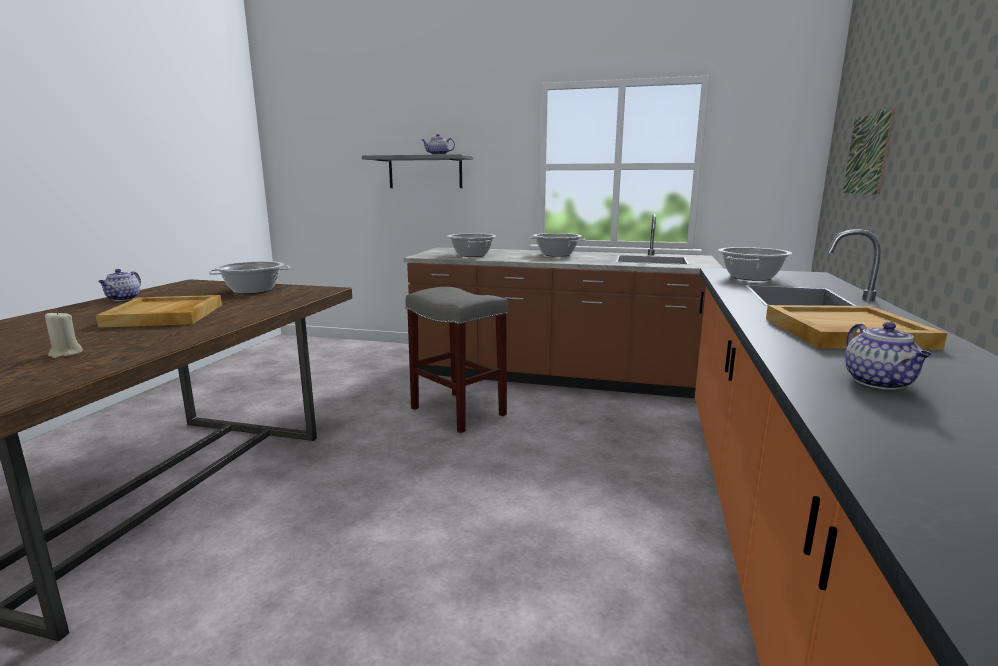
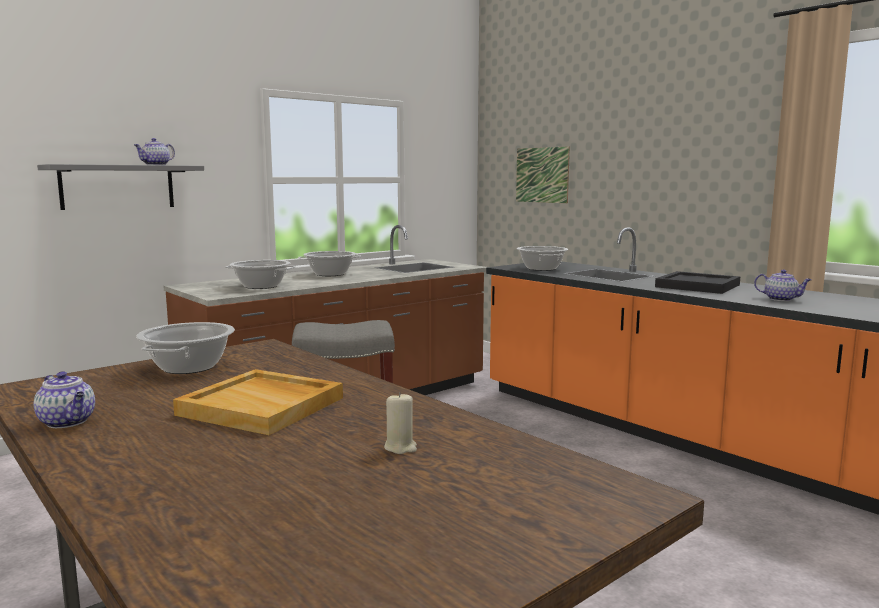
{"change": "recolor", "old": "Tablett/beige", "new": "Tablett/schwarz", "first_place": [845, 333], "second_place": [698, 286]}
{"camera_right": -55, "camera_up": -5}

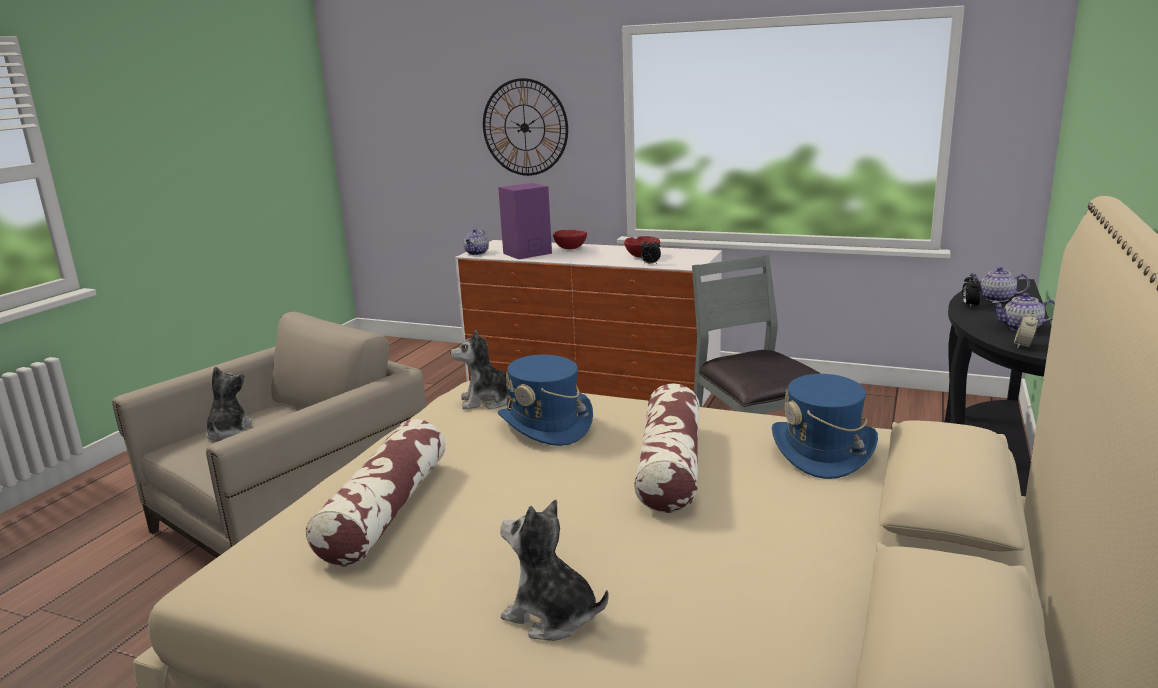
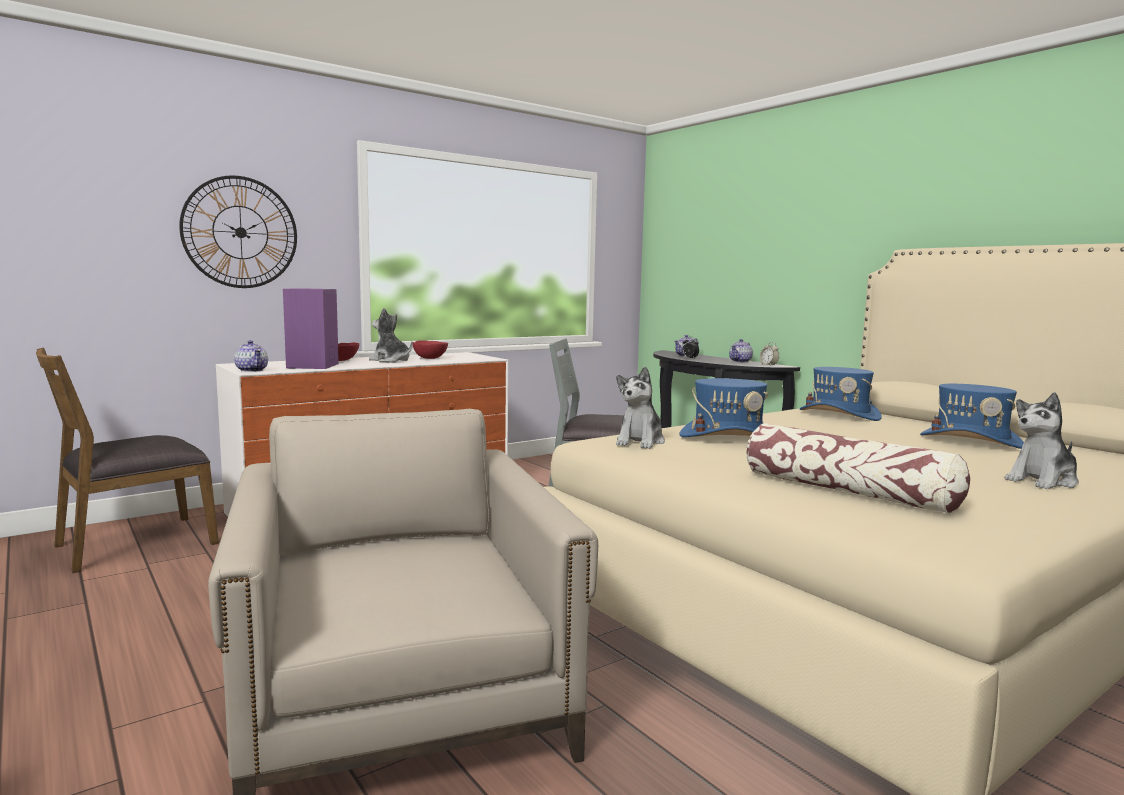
{"change": "move", "old": "Plüschtier", "first_place": [229, 432], "second_place": [390, 361]}
{"change": "delete", "old": "Kissen", "first_place": [670, 466]}
{"change": "delete", "old": "Wecker", "first_place": [650, 264]}
{"change": "insert", "new": "Stuhl/braun", "second_place": [135, 544]}
{"change": "insert", "new": "Hut/blau", "second_place": [971, 441]}
{"camera_right": -60, "camera_up": -10}

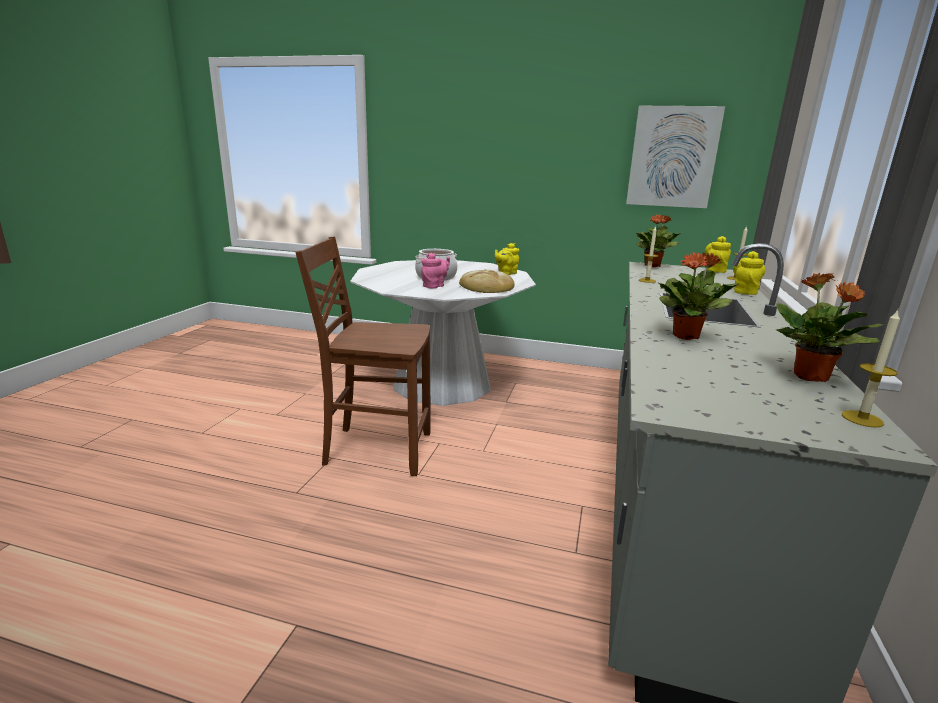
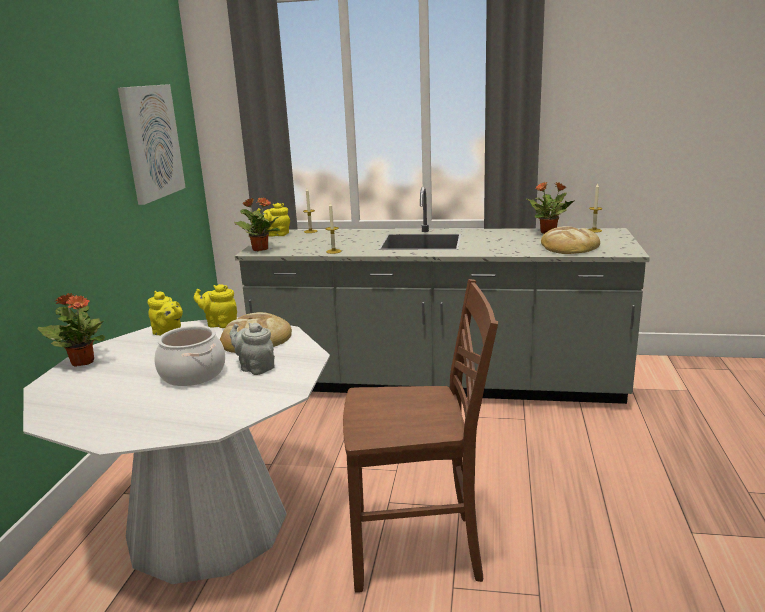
{"change": "rotate", "old": "Stuhl/braun", "first_place": [376, 449], "second_place": [418, 550], "degrees": -90}
{"change": "recolor", "old": "Teekanne/rosa", "new": "Teekanne/grau", "first_place": [435, 286], "second_place": [255, 368]}
{"change": "move", "old": "Topfpflanze", "first_place": [686, 336], "second_place": [82, 362]}
{"change": "move", "old": "Teekanne/gelb", "first_place": [745, 291], "second_place": [220, 324]}
{"change": "insert", "new": "Brot", "second_place": [569, 246]}
{"camera_right": -95, "camera_up": 0}

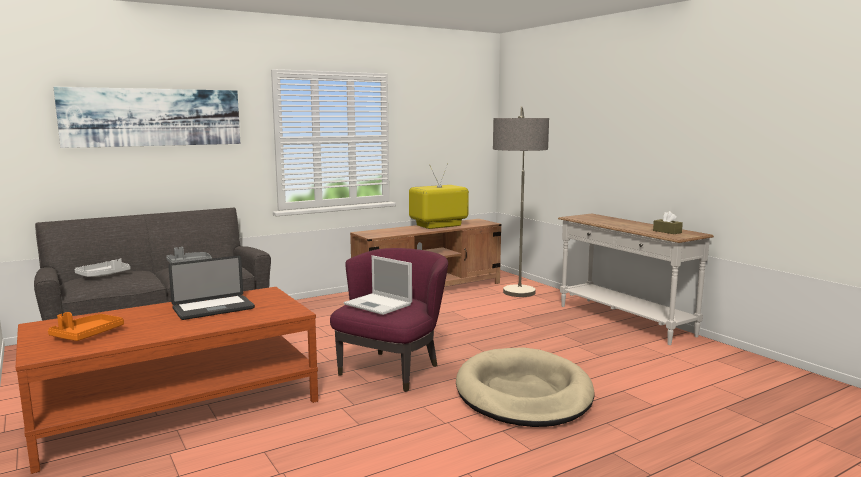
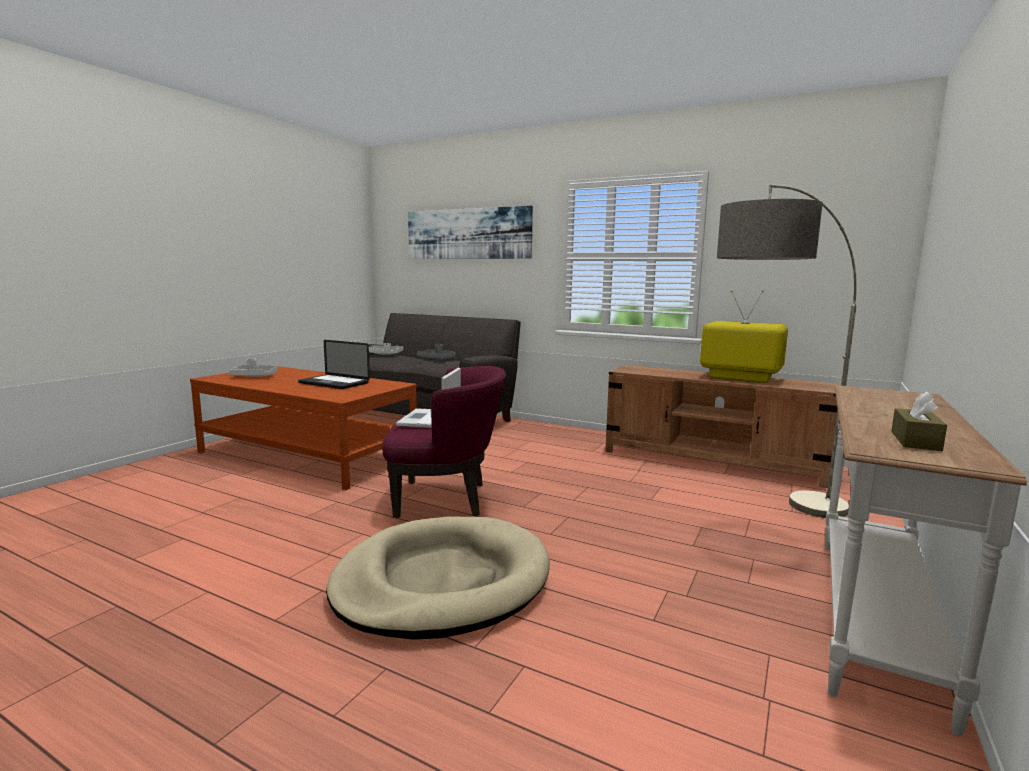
{"change": "recolor", "old": "Tablett/orange", "new": "Tablett/grau", "first_place": [87, 335], "second_place": [255, 376]}
{"camera_right": 60, "camera_up": 0}

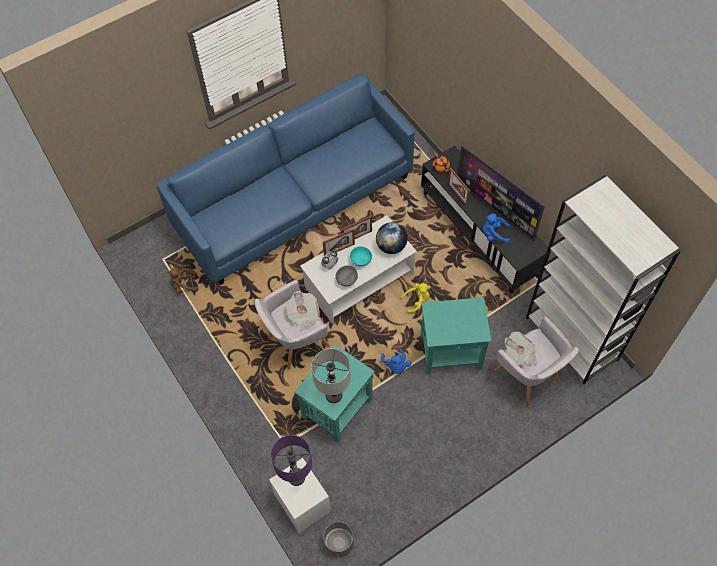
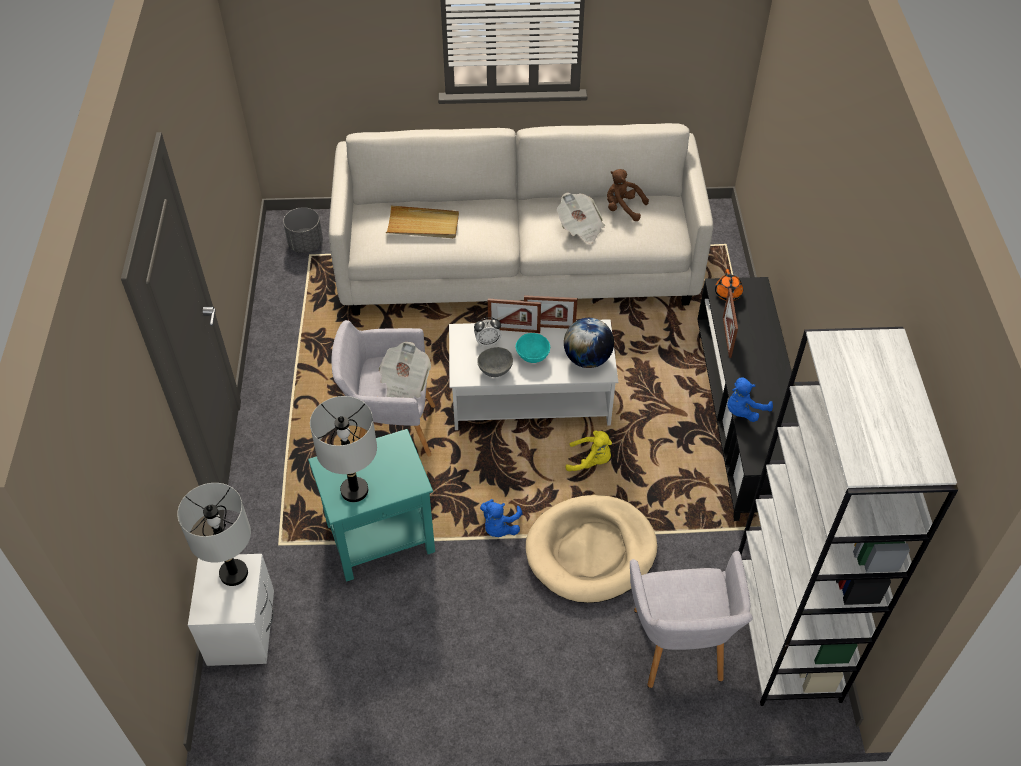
{"change": "recolor", "old": "Sofa/blau", "new": "Sofa/weiß", "first_place": [293, 201], "second_place": [518, 265]}
{"change": "move", "old": "Plüschtier/braun", "first_place": [183, 285], "second_place": [622, 208]}
{"change": "recolor", "old": "Tischlampe/lila", "new": "Tischlampe/grau", "first_place": [296, 477], "second_place": [233, 573]}
{"change": "move", "old": "Pflanzkübel/grau", "first_place": [339, 543], "second_place": [305, 244]}
{"change": "replace", "old": "Beistelltisch/türkis", "new": "Hundebett/beige", "first_place": [451, 352], "second_place": [591, 551]}
{"change": "delete", "old": "Fernseher", "first_place": [495, 210]}
{"change": "rotate", "old": "Plüschtier/blau", "first_place": [494, 234], "second_place": [743, 411], "degrees": -75}
{"change": "move", "old": "Zeitung", "first_place": [520, 354], "second_place": [580, 227]}
{"change": "insert", "new": "Tablett/beige", "second_place": [423, 225]}
{"camera_right": 30, "camera_up": -10}

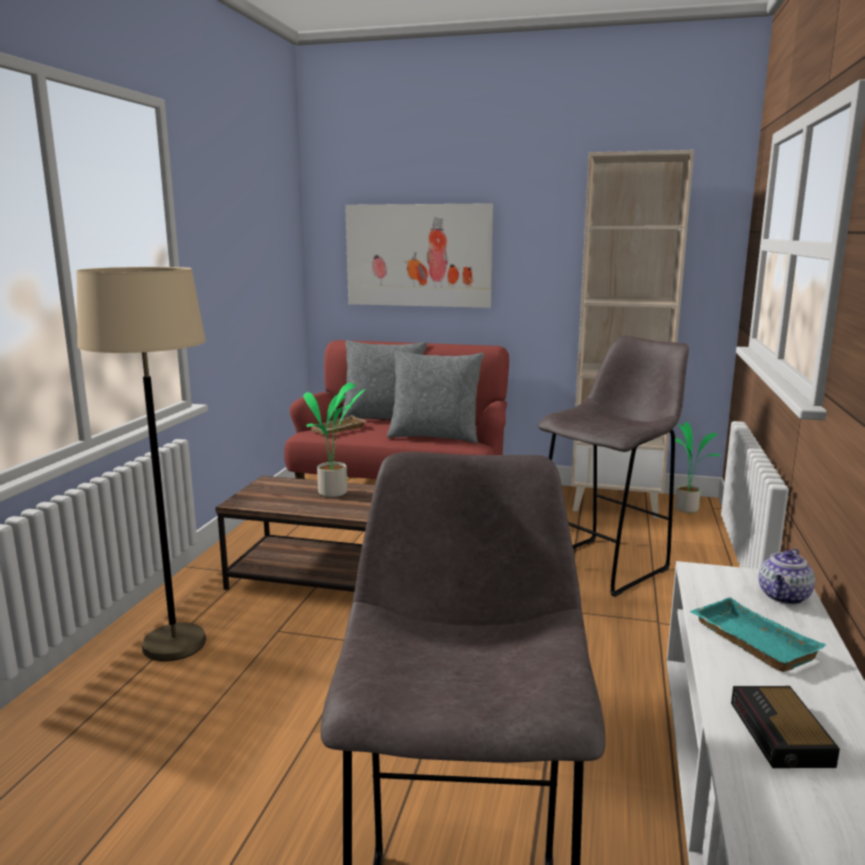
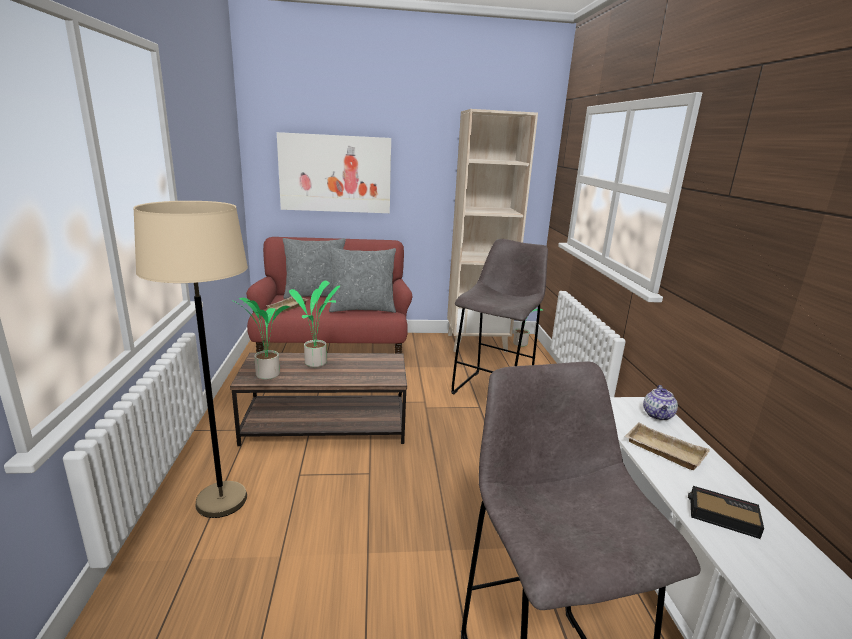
{"change": "recolor", "old": "Tablett/türkis", "new": "Tablett/beige", "first_place": [749, 641], "second_place": [662, 451]}
{"change": "rotate", "old": "Wecker", "first_place": [781, 735], "second_place": [721, 515], "degrees": 135}
{"change": "insert", "new": "Topfpflanze", "second_place": [266, 375]}
{"camera_right": -20, "camera_up": 5}

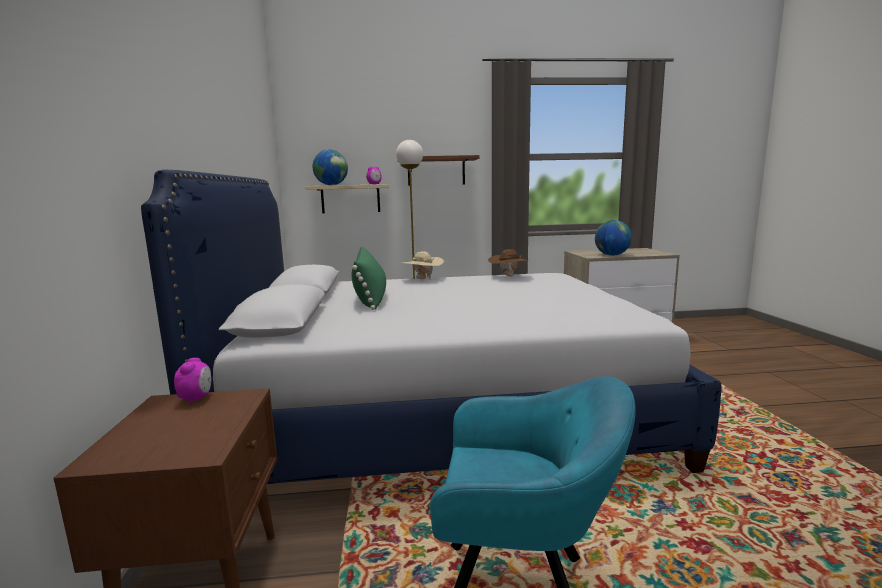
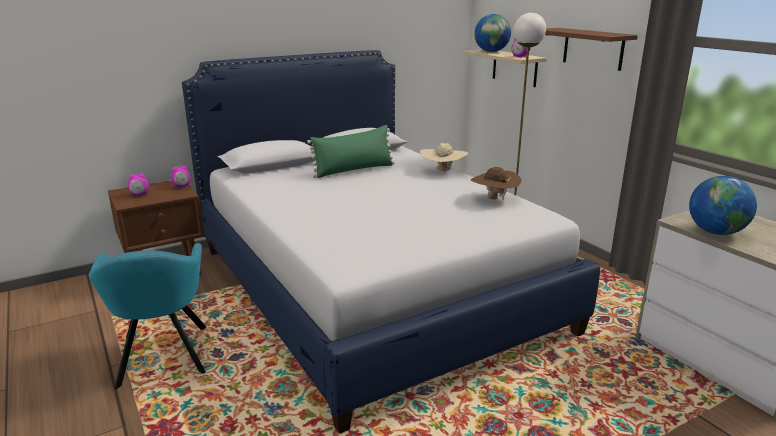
{"change": "insert", "new": "Wecker", "second_place": [140, 195]}
{"camera_right": 65, "camera_up": 10}

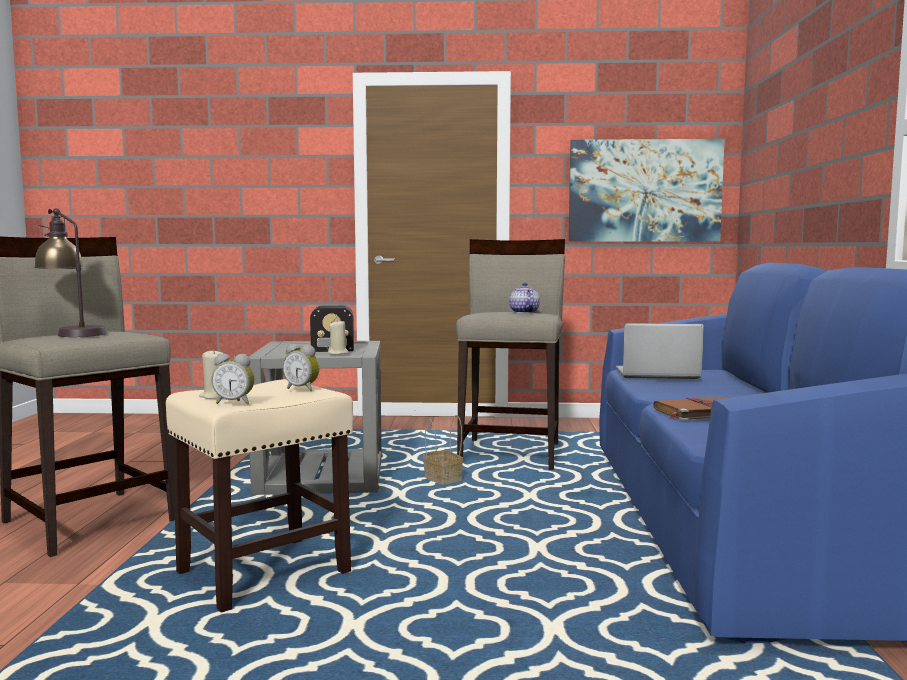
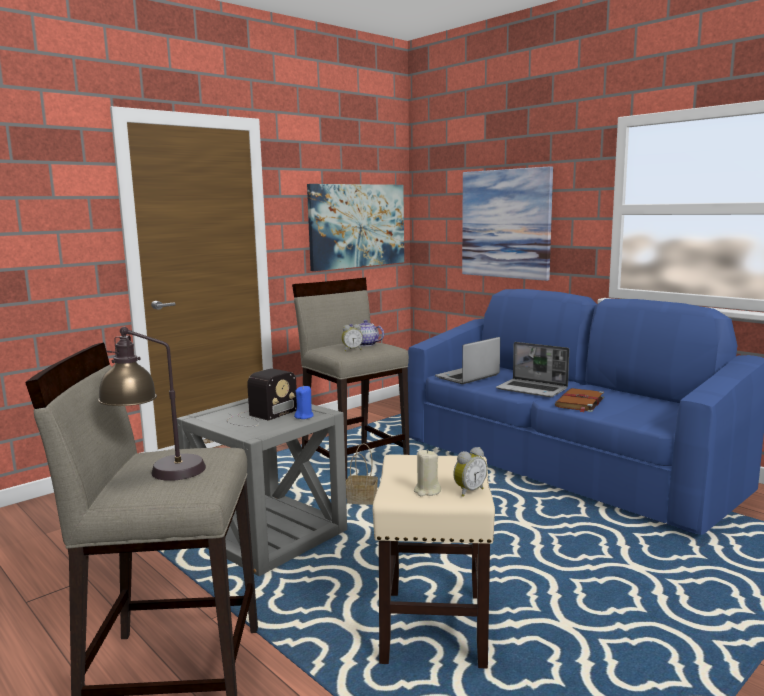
{"change": "move", "old": "Wecker", "first_place": [303, 389], "second_place": [352, 349]}
{"change": "recolor", "old": "Kerze/beige", "new": "Kerze/blau", "first_place": [338, 353], "second_place": [304, 416]}
{"change": "insert", "new": "Bild", "second_place": [506, 224]}
{"change": "insert", "new": "Laptop", "second_place": [532, 389]}
{"camera_right": -45, "camera_up": 5}

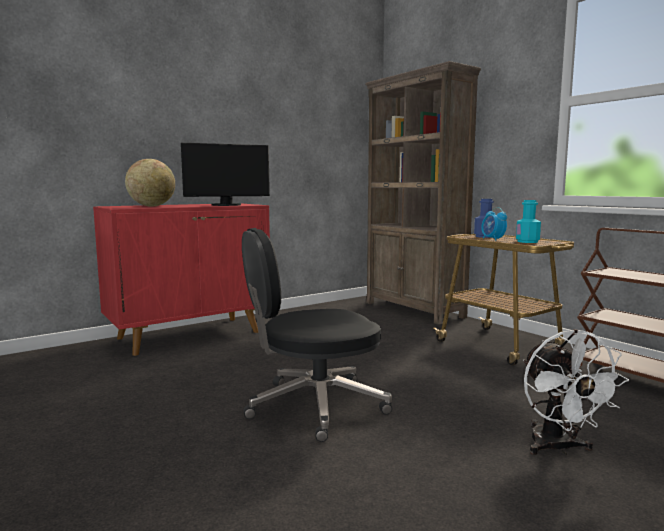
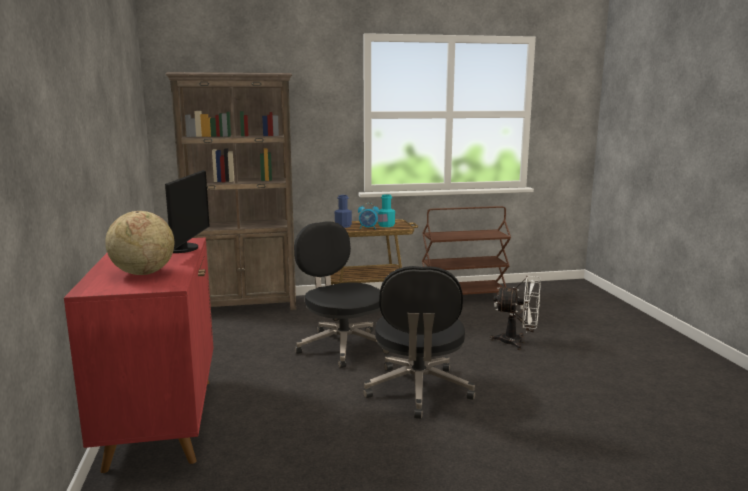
{"change": "insert", "new": "Bürostuhl/schwarz", "second_place": [342, 346]}
{"camera_right": -65, "camera_up": 5}

